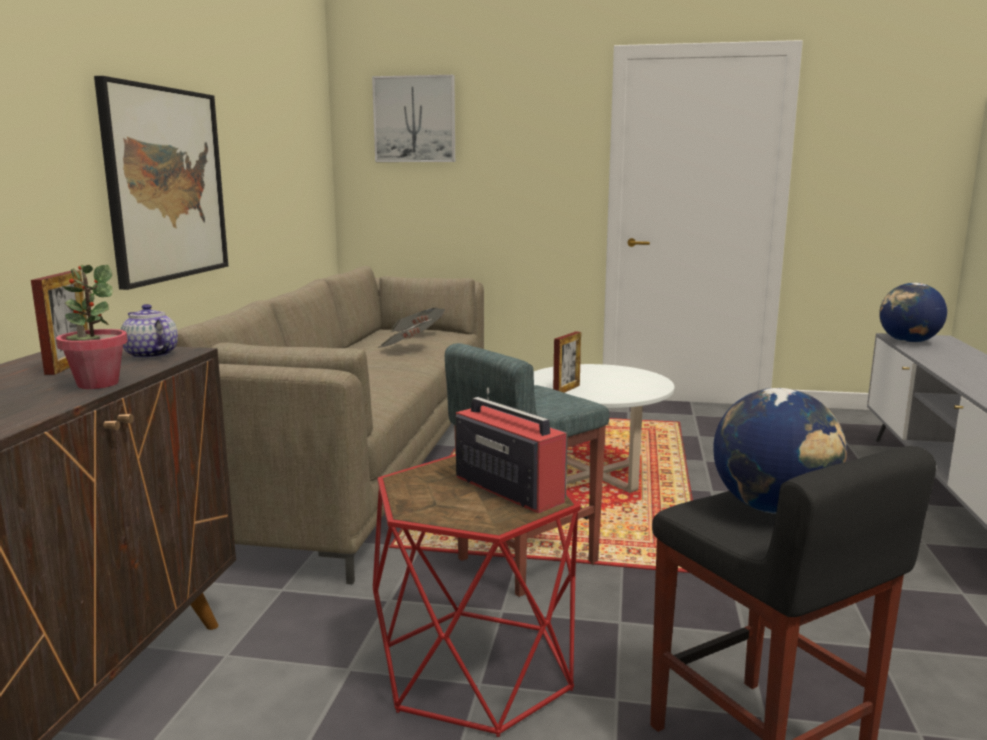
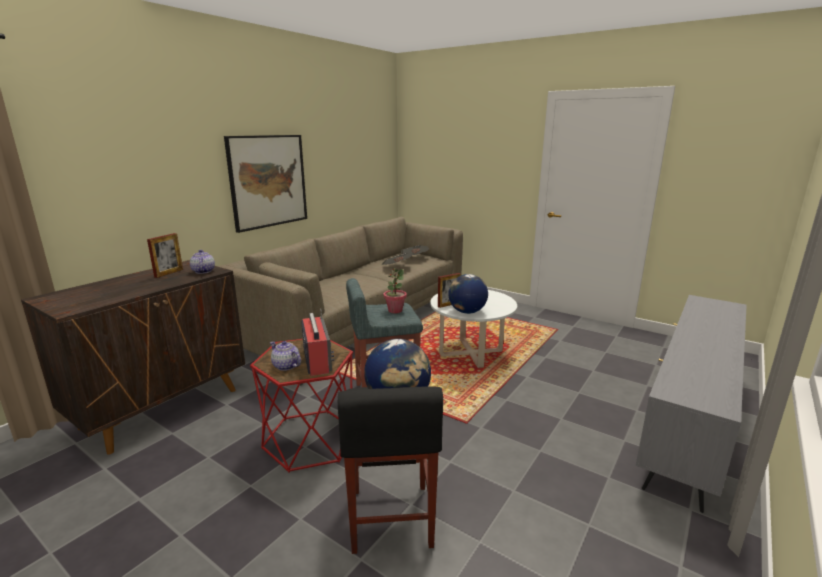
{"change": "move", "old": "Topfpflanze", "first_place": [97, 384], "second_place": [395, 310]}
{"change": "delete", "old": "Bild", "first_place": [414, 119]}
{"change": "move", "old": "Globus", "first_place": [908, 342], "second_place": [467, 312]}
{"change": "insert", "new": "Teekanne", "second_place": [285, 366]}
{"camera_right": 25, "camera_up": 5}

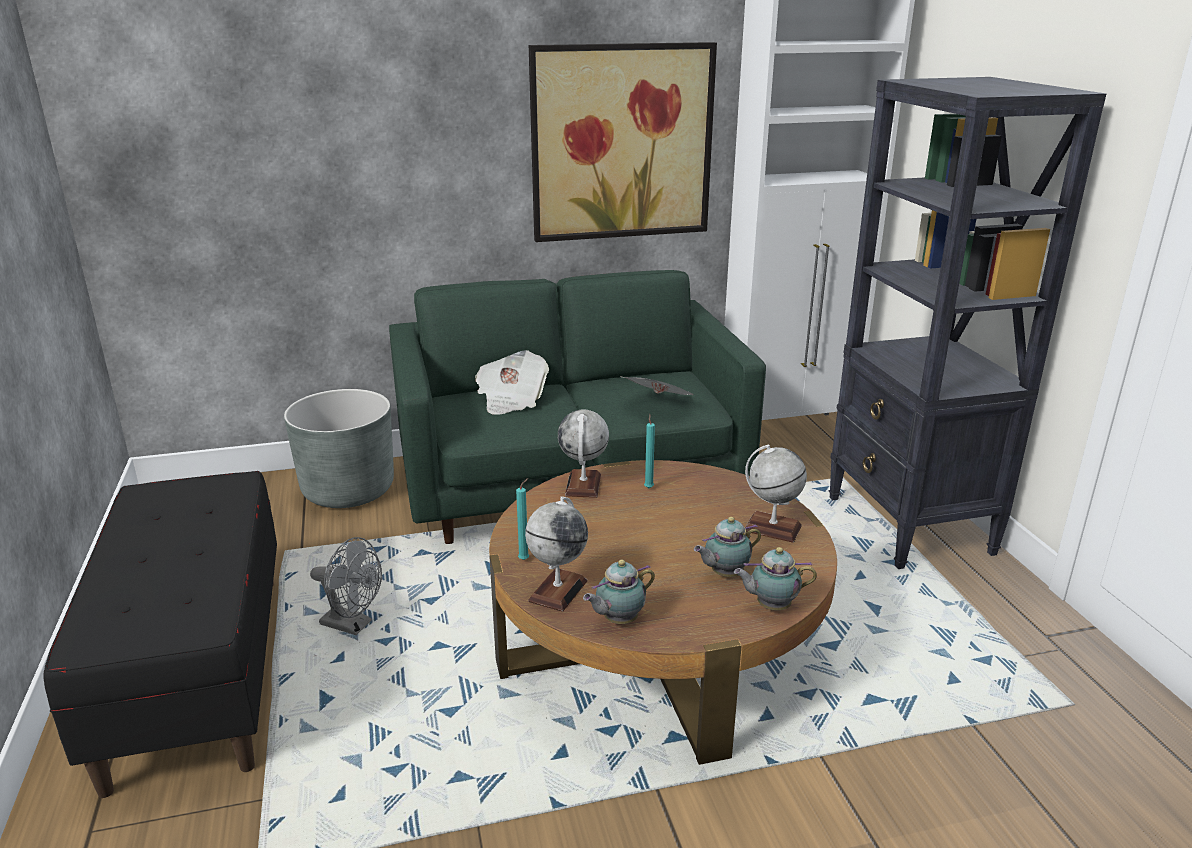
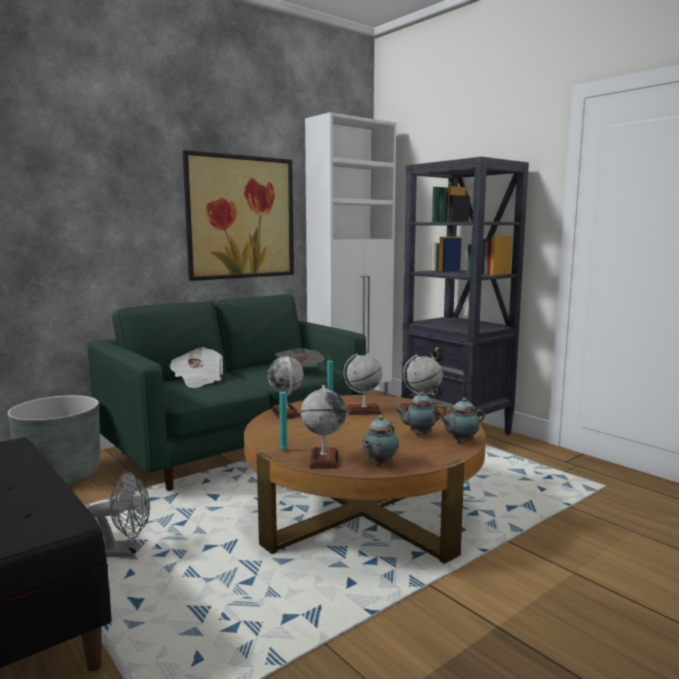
{"change": "rotate", "old": "Teekanne", "first_place": [724, 574], "second_place": [419, 434], "degrees": 45}
{"change": "insert", "new": "Globus", "second_place": [364, 411]}
{"camera_right": -25, "camera_up": -15}

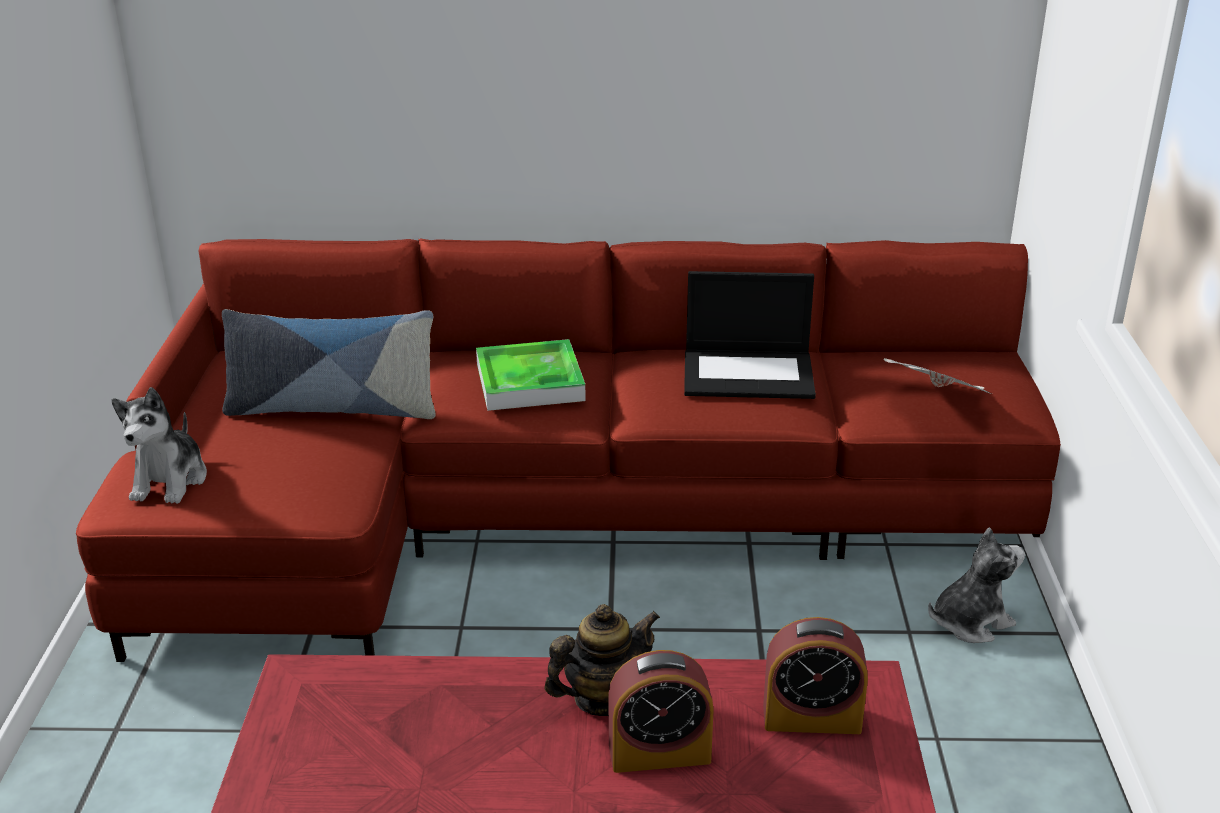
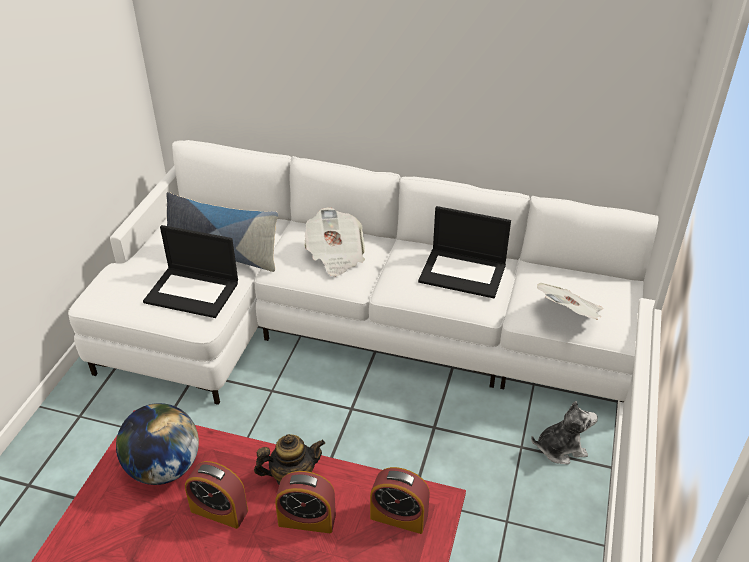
{"change": "recolor", "old": "Sofa/rot", "new": "Sofa/weiß", "first_place": [568, 513], "second_place": [357, 326]}
{"change": "delete", "old": "Plüschtier", "first_place": [170, 481]}
{"change": "replace", "old": "Tablett", "new": "Zeitung", "first_place": [529, 382], "second_place": [335, 255]}
{"change": "insert", "new": "Globus", "second_place": [164, 468]}
{"change": "insert", "new": "Laptop", "second_place": [193, 292]}
{"change": "insert", "new": "Wecker", "second_place": [219, 511]}
{"camera_right": 15, "camera_up": 10}

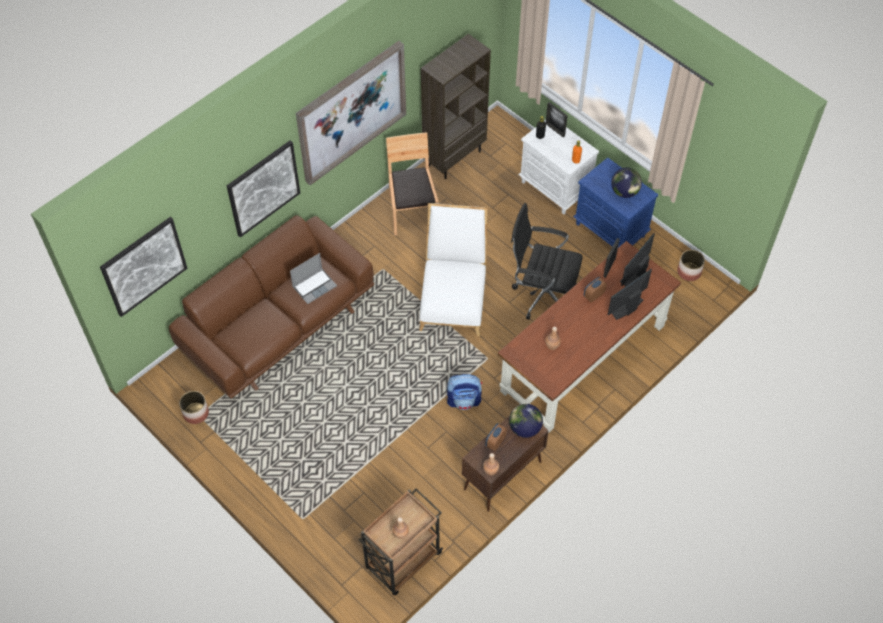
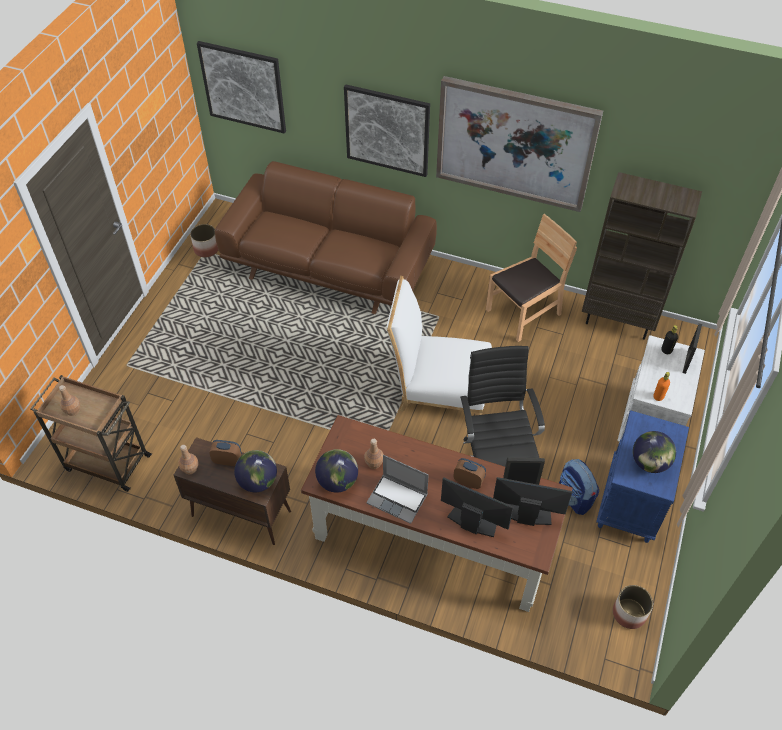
{"change": "move", "old": "Laptop", "first_place": [314, 286], "second_place": [398, 499]}
{"change": "rotate", "old": "Stuhl/weiß", "first_place": [453, 299], "second_place": [439, 387], "degrees": -150}
{"change": "move", "old": "Rucksack", "first_place": [464, 400], "second_place": [574, 498]}
{"change": "insert", "new": "Globus", "second_place": [338, 481]}
{"camera_right": 65, "camera_up": -5}

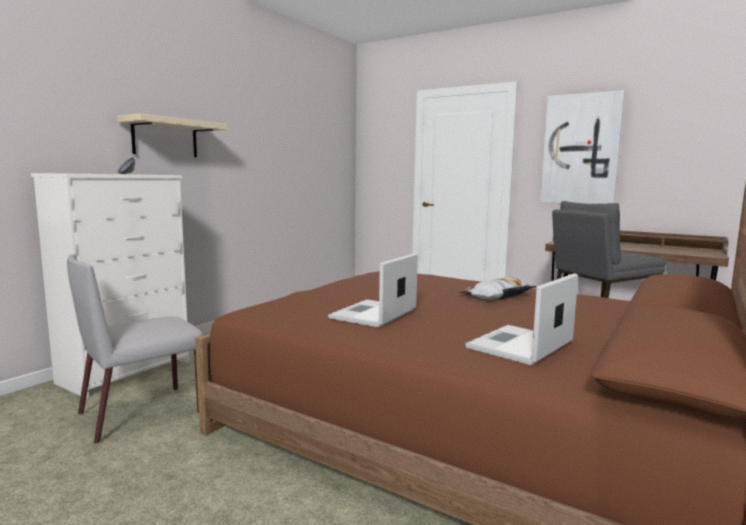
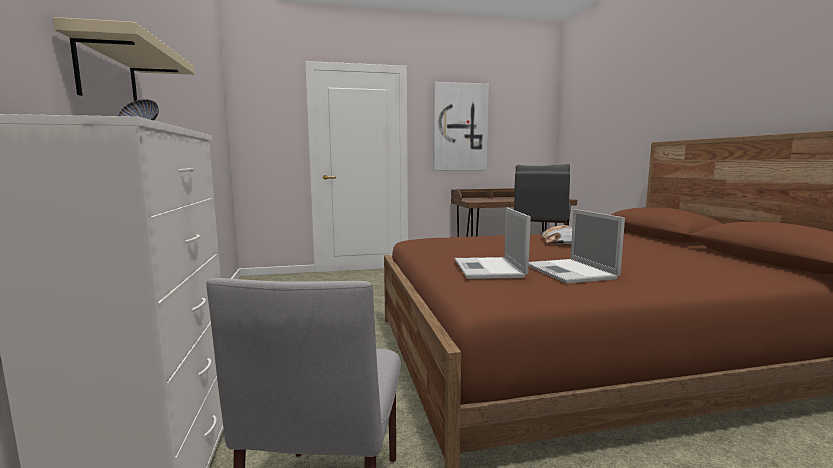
{"change": "move", "old": "Laptop", "first_place": [519, 346], "second_place": [489, 269]}
{"camera_right": -45, "camera_up": 0}

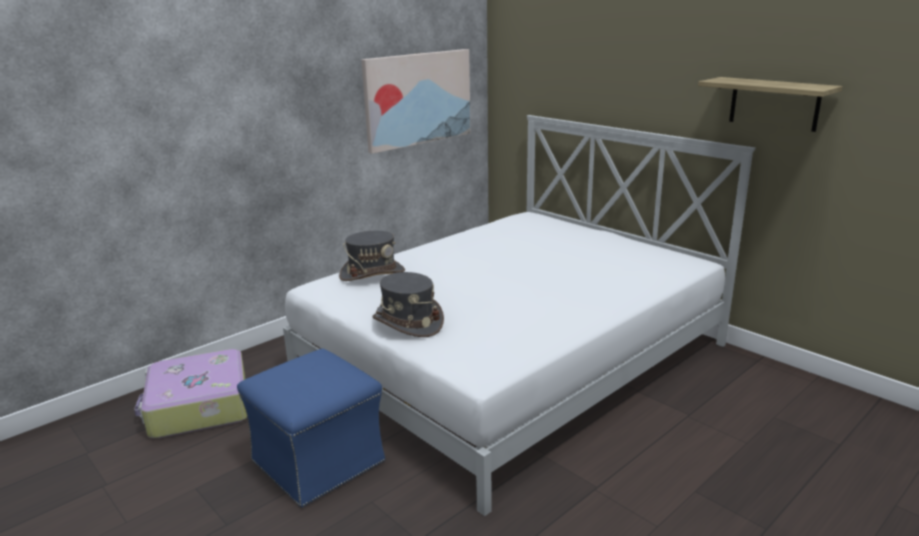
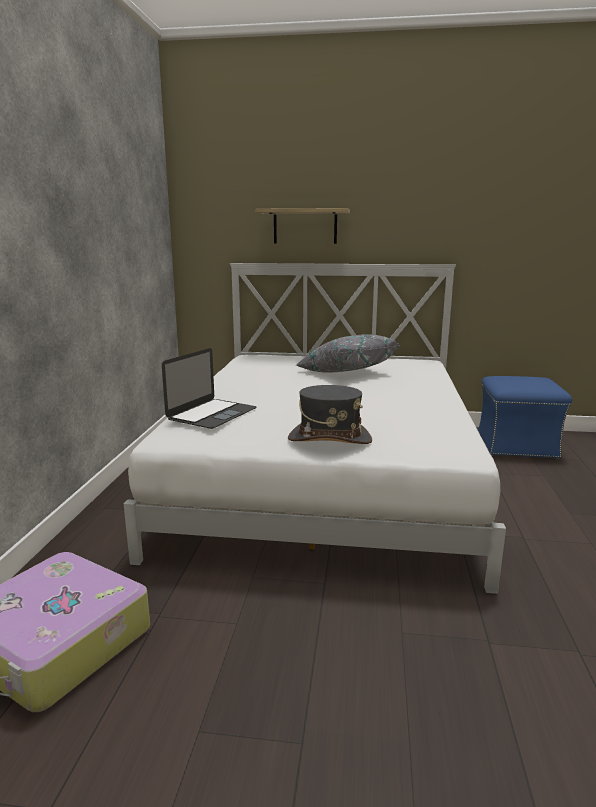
{"change": "move", "old": "Polsterhocker/blau", "first_place": [319, 462], "second_place": [517, 445]}
{"change": "replace", "old": "Hut/grau", "new": "Laptop", "first_place": [372, 273], "second_place": [212, 413]}
{"change": "delete", "old": "Bild", "first_place": [418, 99]}
{"change": "move", "old": "Wandregal", "first_place": [774, 104], "second_place": [305, 226]}
{"change": "insert", "new": "Kissen/grau", "second_place": [346, 372]}
{"camera_right": -40, "camera_up": -5}

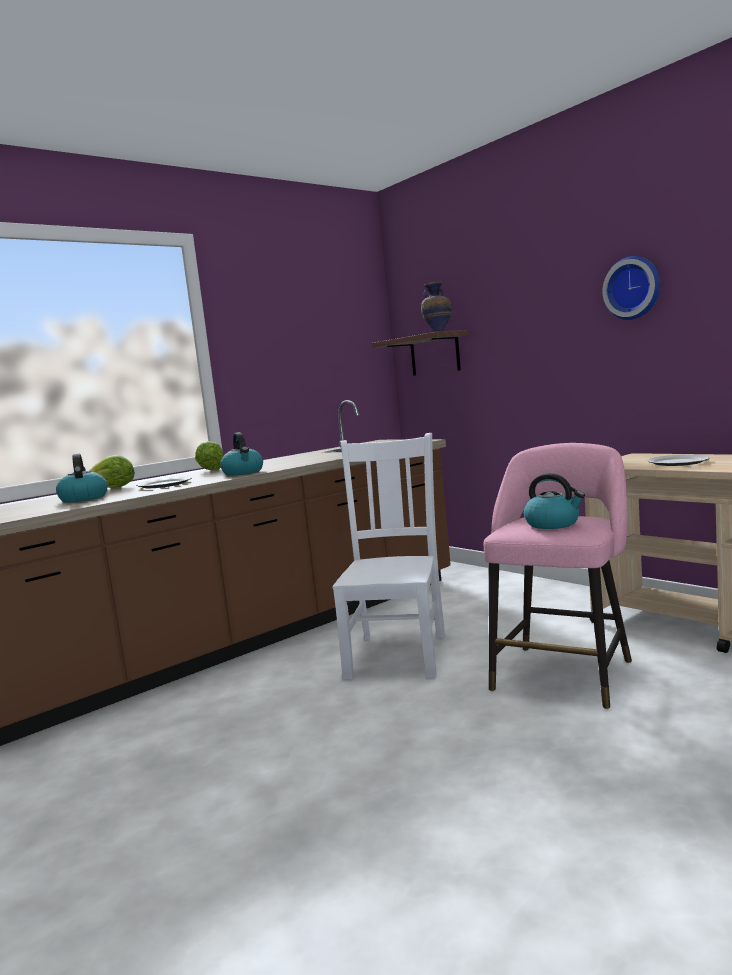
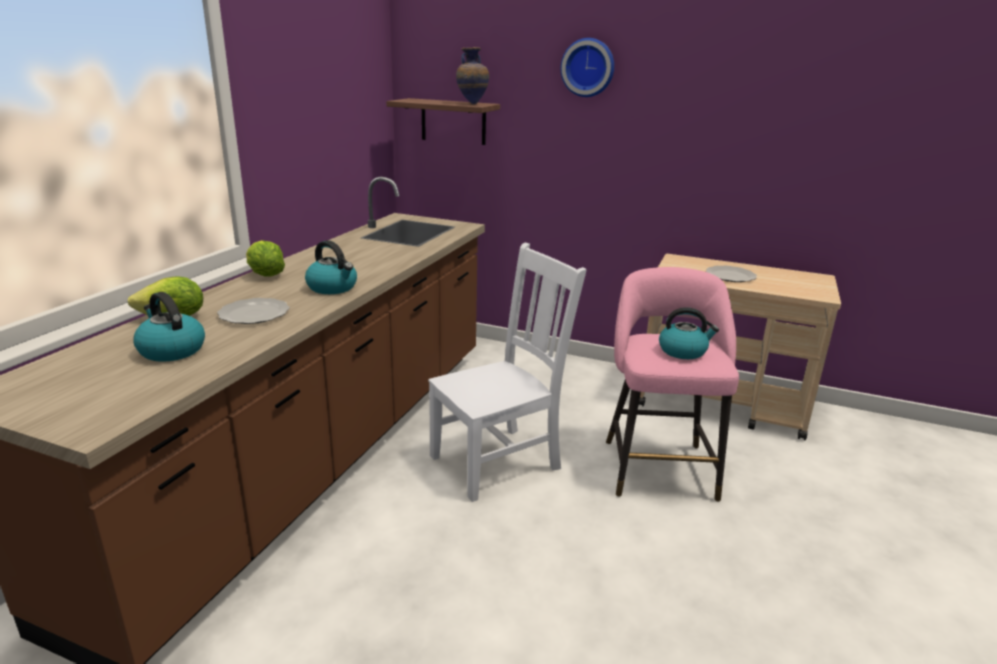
{"change": "rotate", "old": "Stuhl/weiß", "first_place": [398, 653], "second_place": [499, 461], "degrees": 75}
{"change": "move", "old": "Wanduhr", "first_place": [633, 288], "second_place": [588, 67]}
{"camera_right": -30, "camera_up": 15}

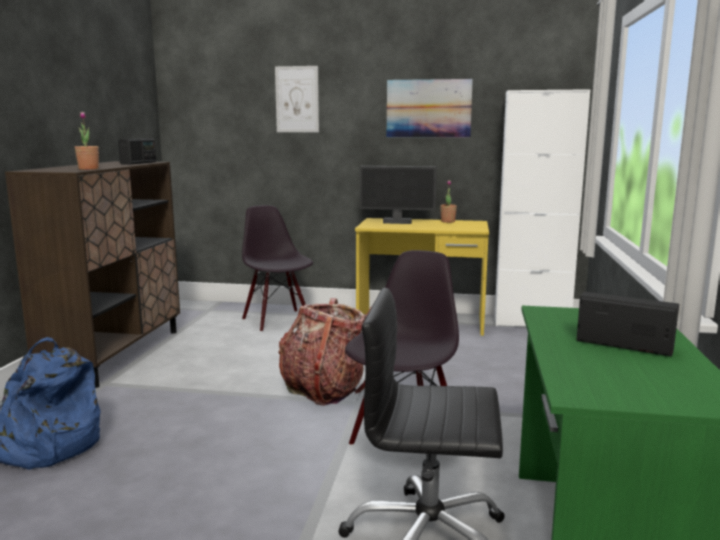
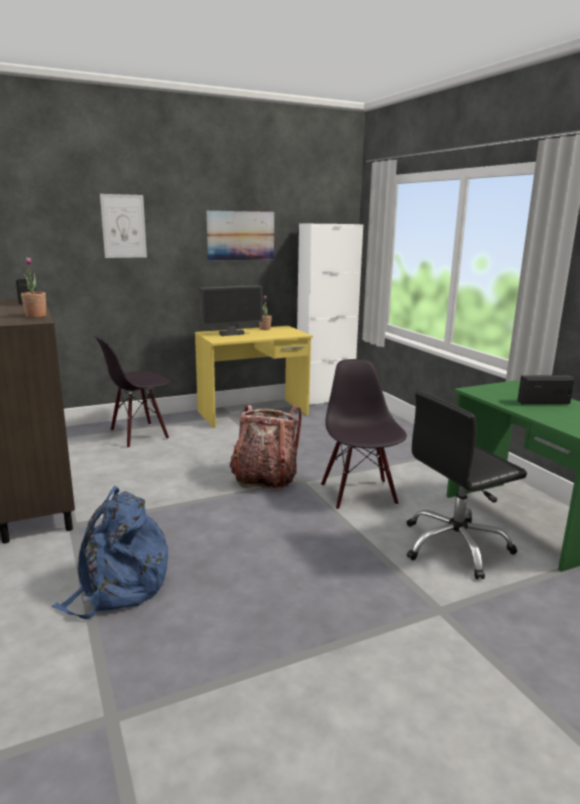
{"change": "rotate", "old": "Stuhl/schwarz", "first_place": [277, 321], "second_place": [139, 435], "degrees": -60}
{"camera_right": -35, "camera_up": 5}

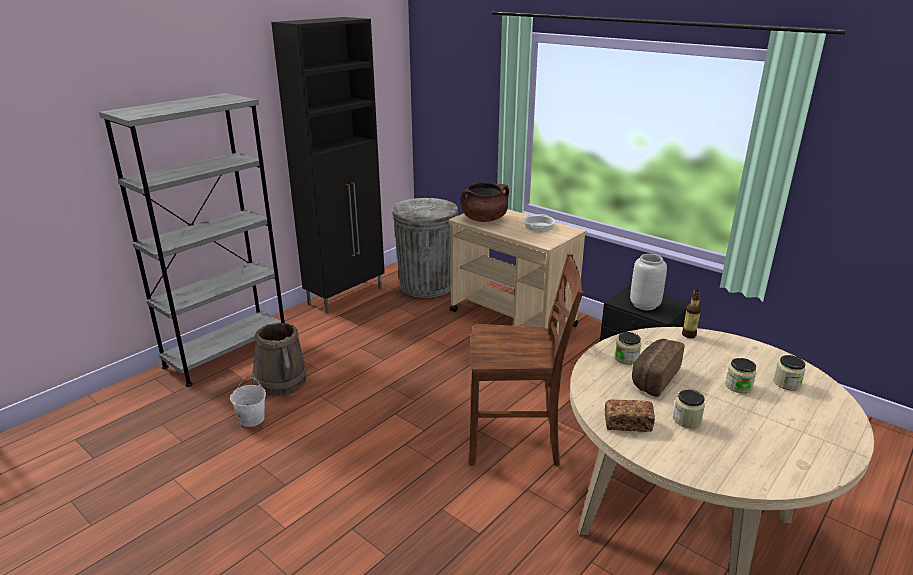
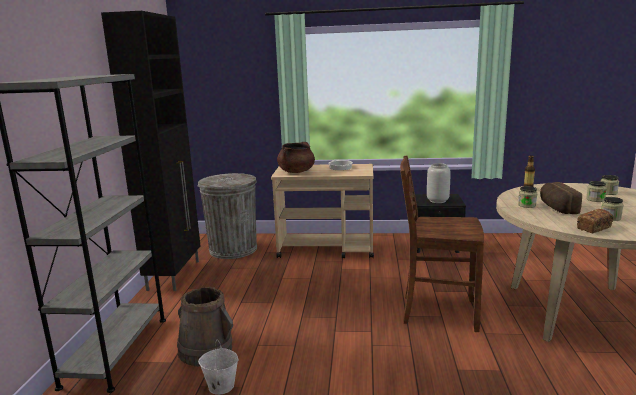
{"change": "rotate", "old": "Stuhl/braun", "first_place": [515, 442], "second_place": [437, 312], "degrees": -135}
{"camera_right": -35, "camera_up": -10}

